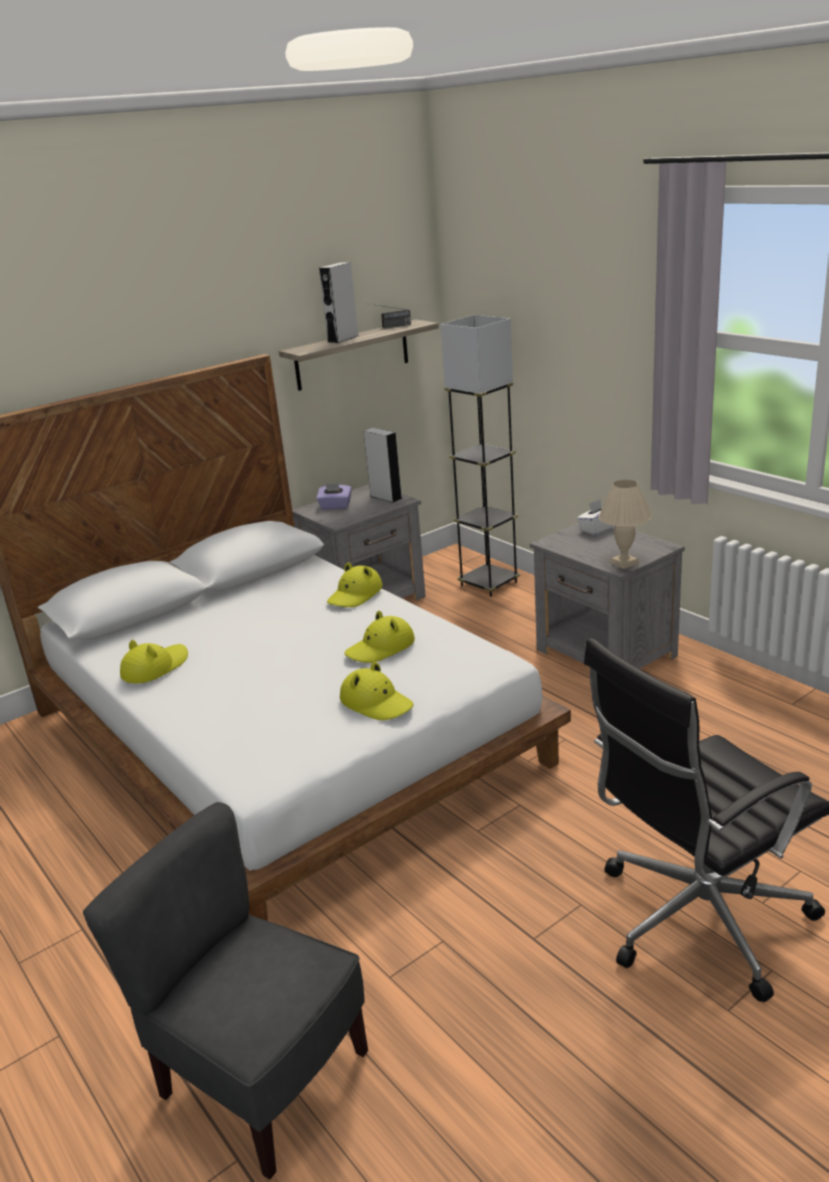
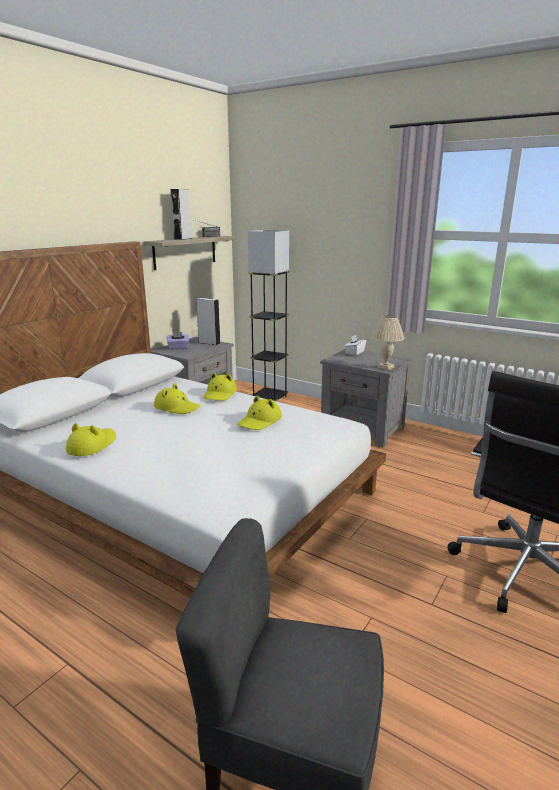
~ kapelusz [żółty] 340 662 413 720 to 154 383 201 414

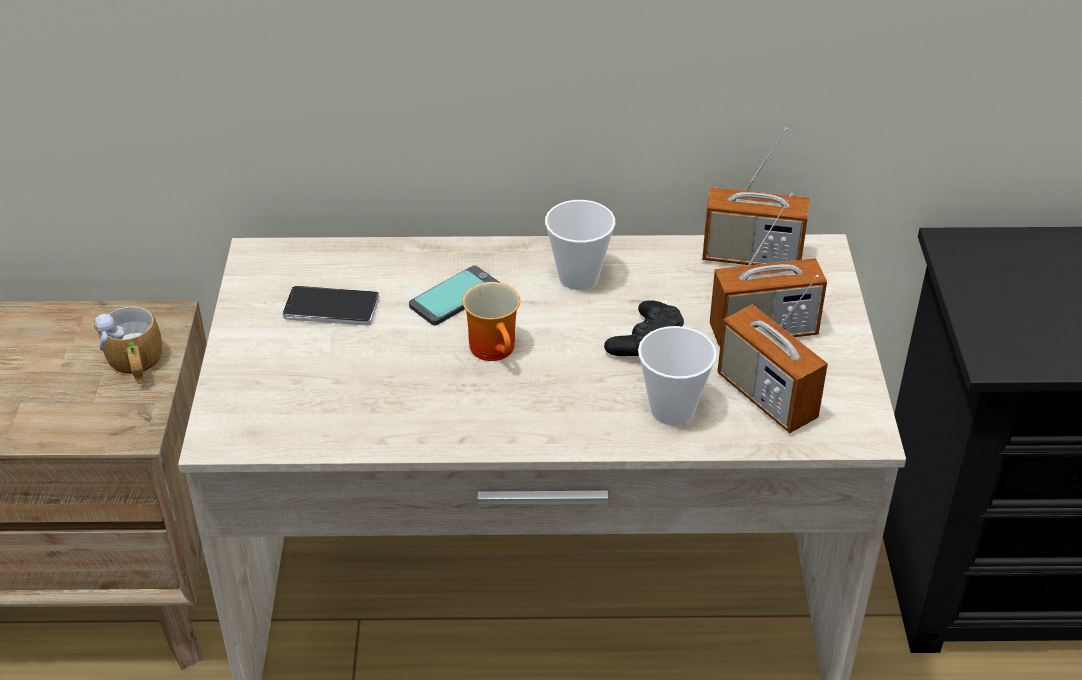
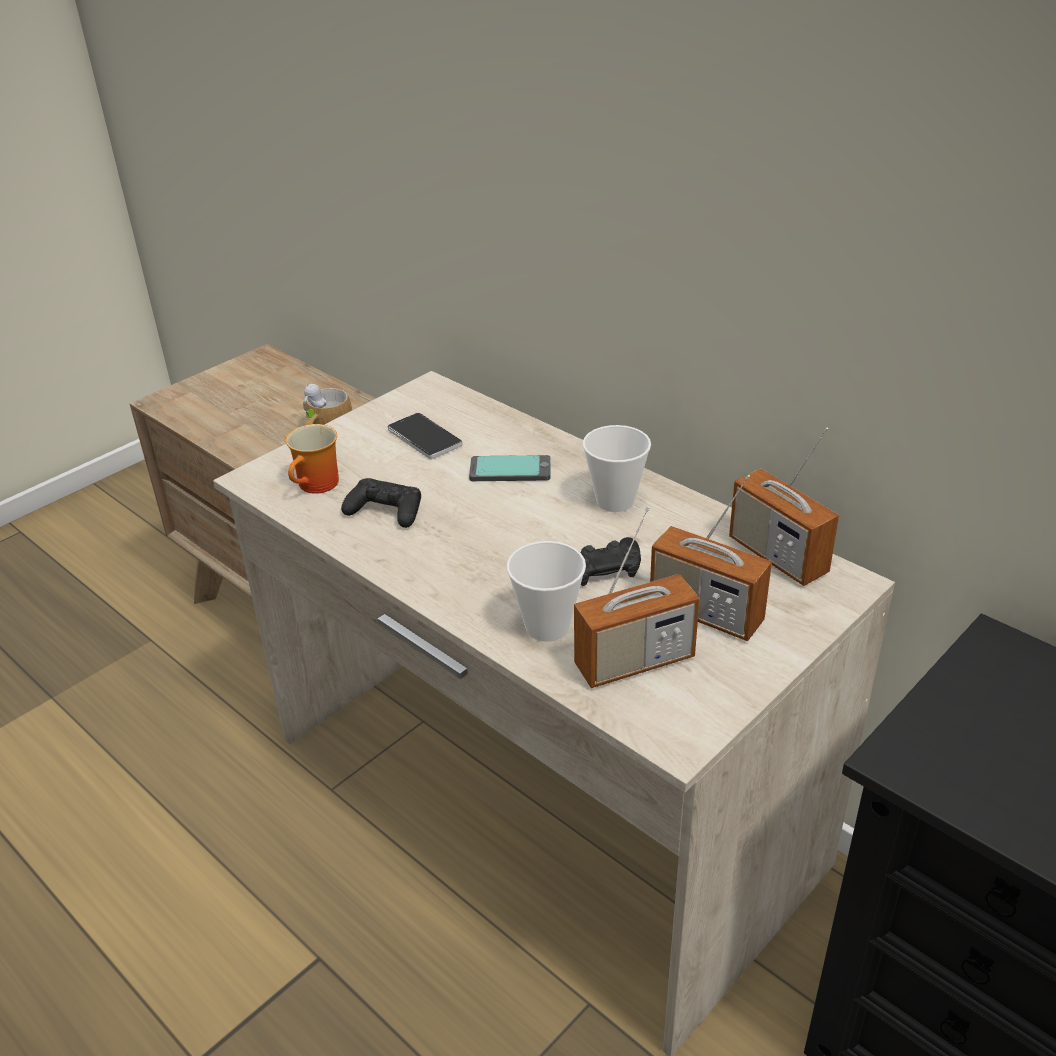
+ pad do gier [czarny] 341 478 421 528
~ kubek 462 282 520 361 to 286 424 339 494
~ radio 717 275 828 433 = 574 507 700 688 120 degrees counterclockwise

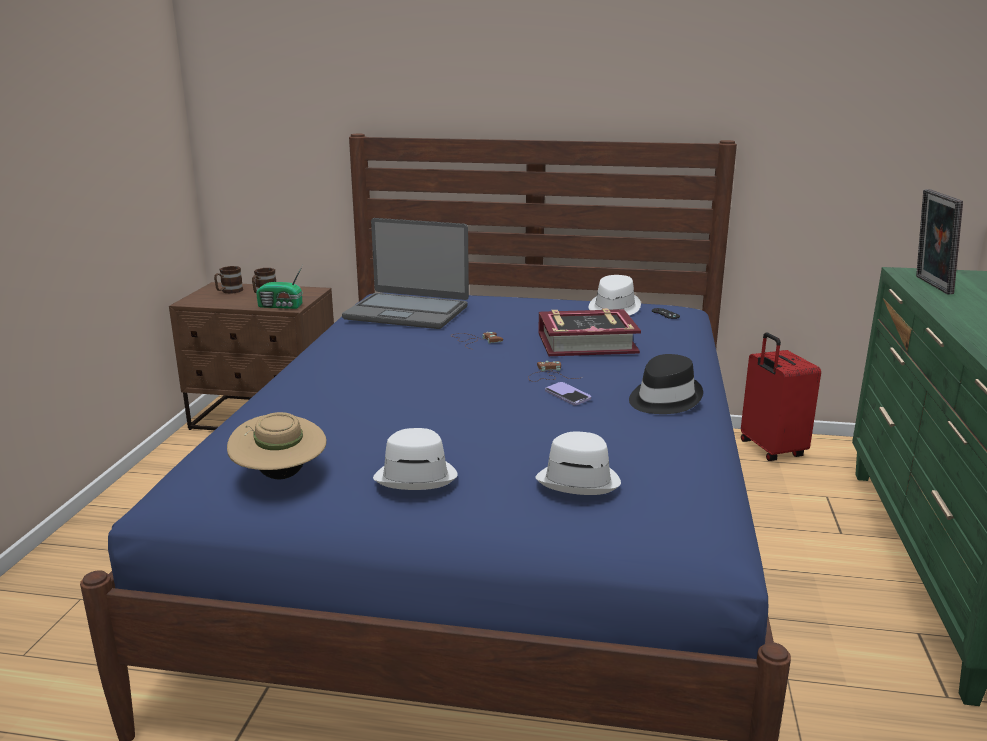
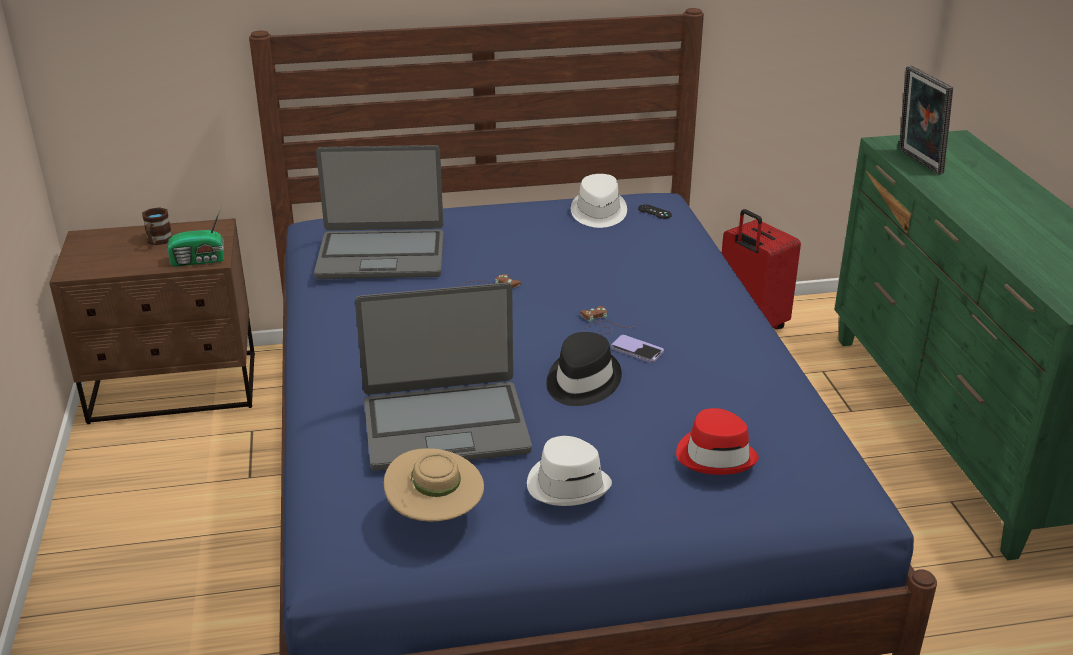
- kubek [brązowy] 214 266 243 294
- książka 538 308 641 356
+ laptop 355 283 532 471
~ kapelusz [czarny] 629 354 703 414 to 546 332 622 406
~ kapelusz [biały] 536 431 621 495 to kapelusz [czerwony] 676 408 759 475

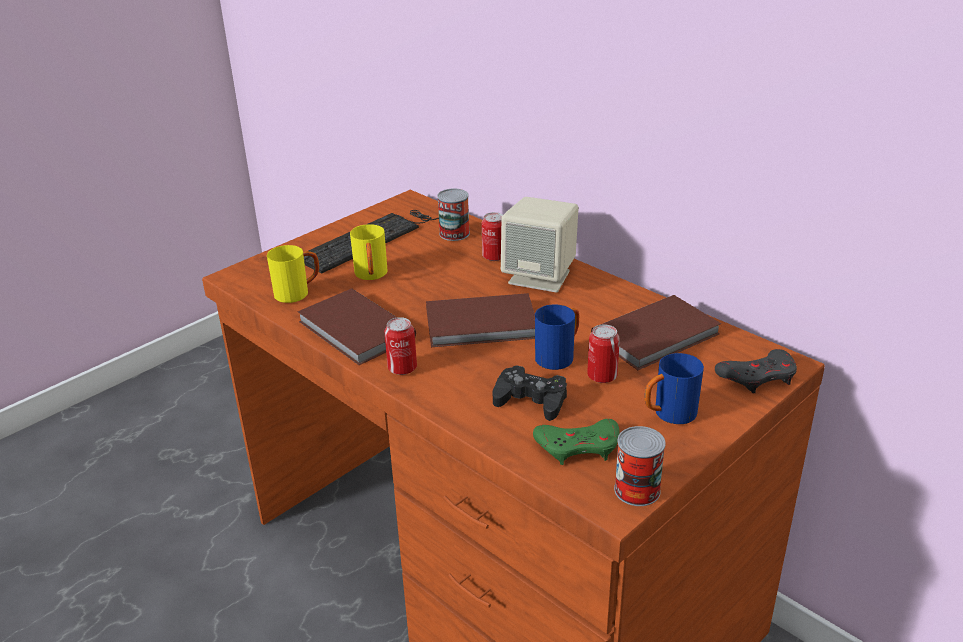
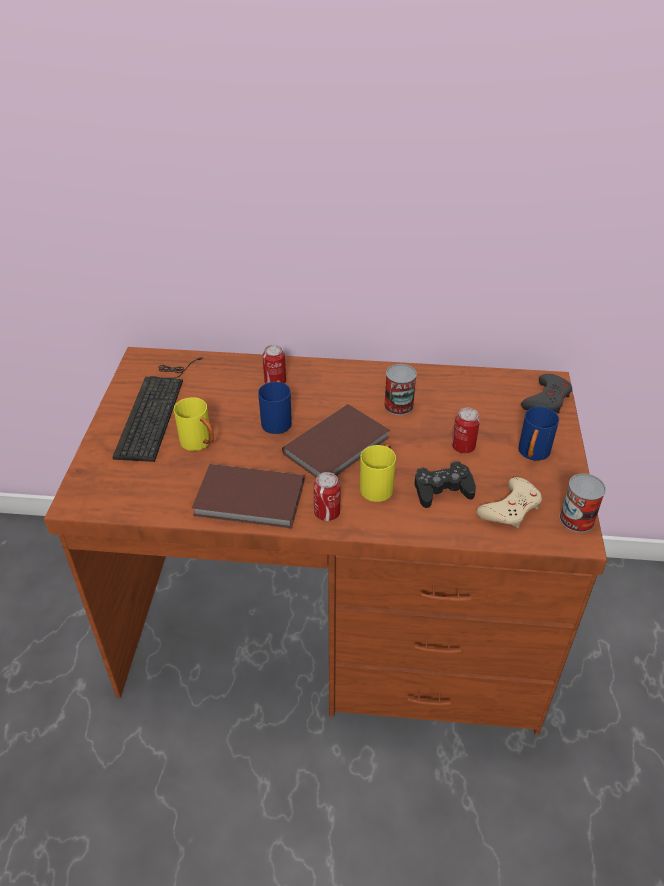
- głośnik [beżowy] 501 197 579 293
- książka [brązowy] 591 295 721 370
~ kubek [żółty] 267 245 319 303 to 360 444 396 502
~ puszka 437 189 470 241 to 384 364 417 415
~ kubek [niebieski] 535 304 579 370 to 258 380 292 434
~ pad do gier [zielony] 533 419 619 465 to pad do gier [beżowy] 477 477 542 528

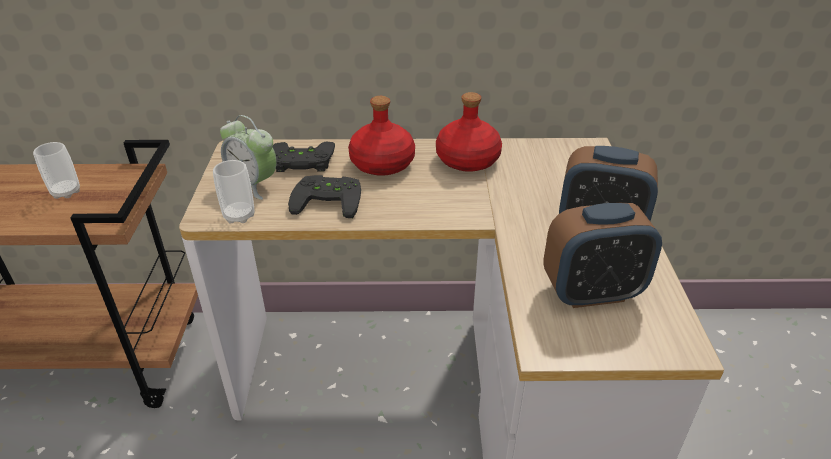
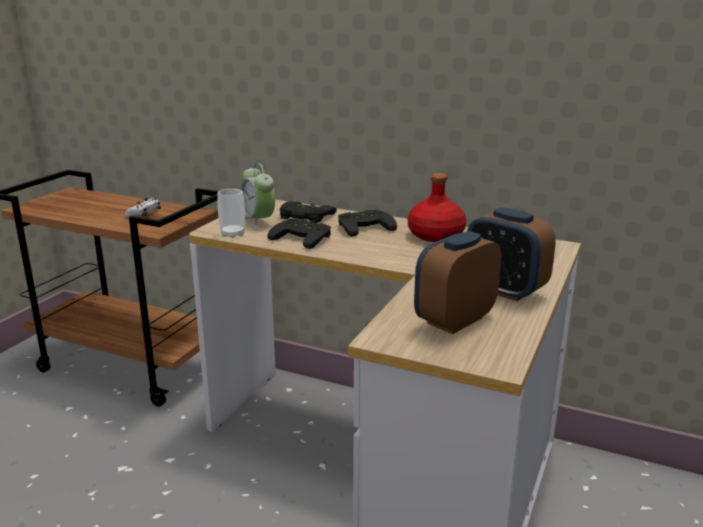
~ filiżanka 33 142 80 199 to pad do gier [biały] 125 198 161 217
~ butelka [czerwony] 348 96 415 176 to pad do gier [czarny] 338 210 397 237
~ budzik 543 203 662 308 = 414 231 501 334 120 degrees clockwise

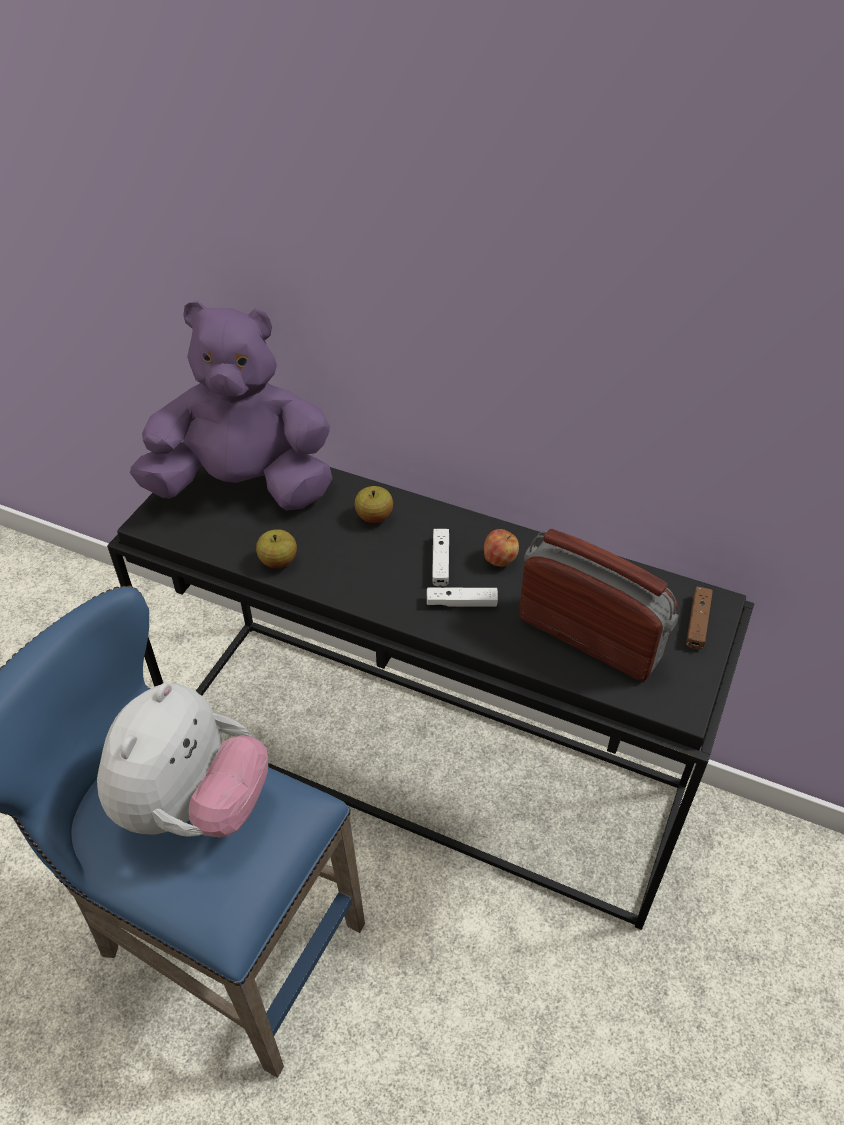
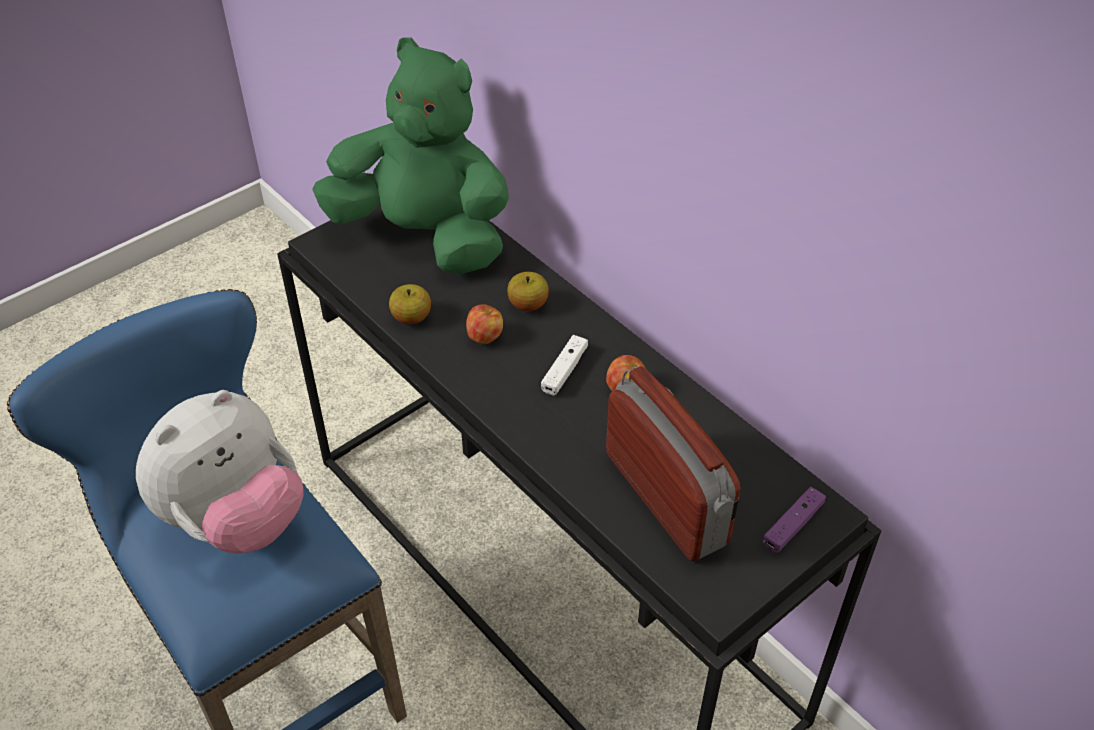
- pad do gier [biały] 427 587 498 607
+ jabłko 466 304 503 344
~ pluszak [fioletowy] 130 301 333 510 to pluszak [zielony] 313 37 509 274
~ pad do gier [brązowy] 686 586 713 649 to pad do gier [fioletowy] 763 487 826 553

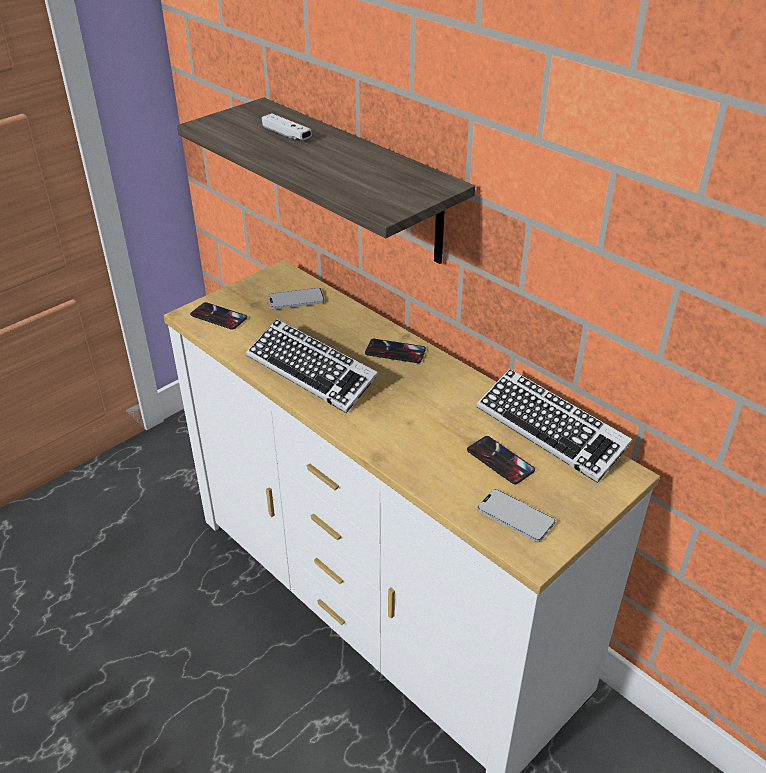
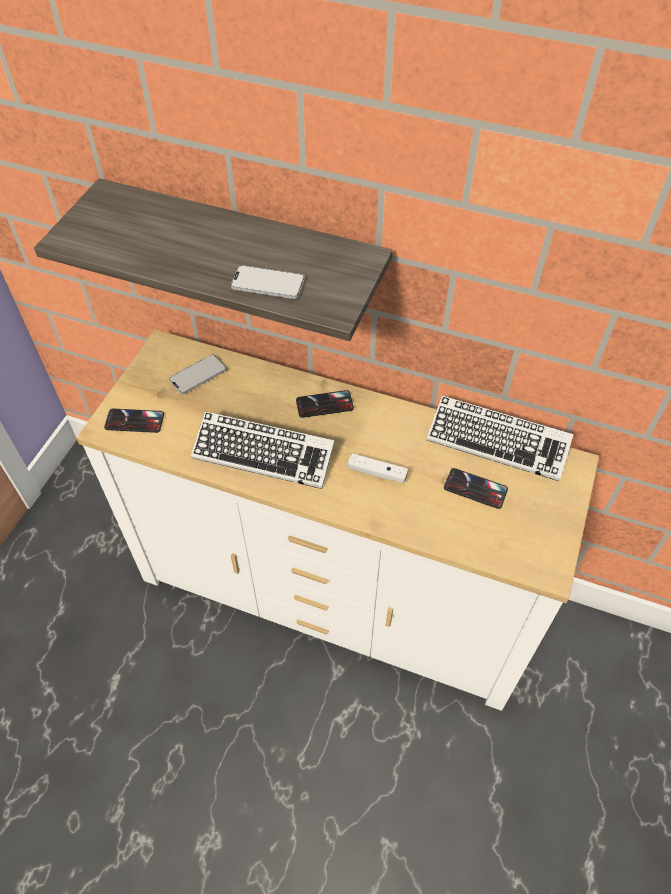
~ pad do gier [biały] 262 113 312 140 to 348 453 408 483
~ telefon 477 489 556 542 to 231 265 305 299

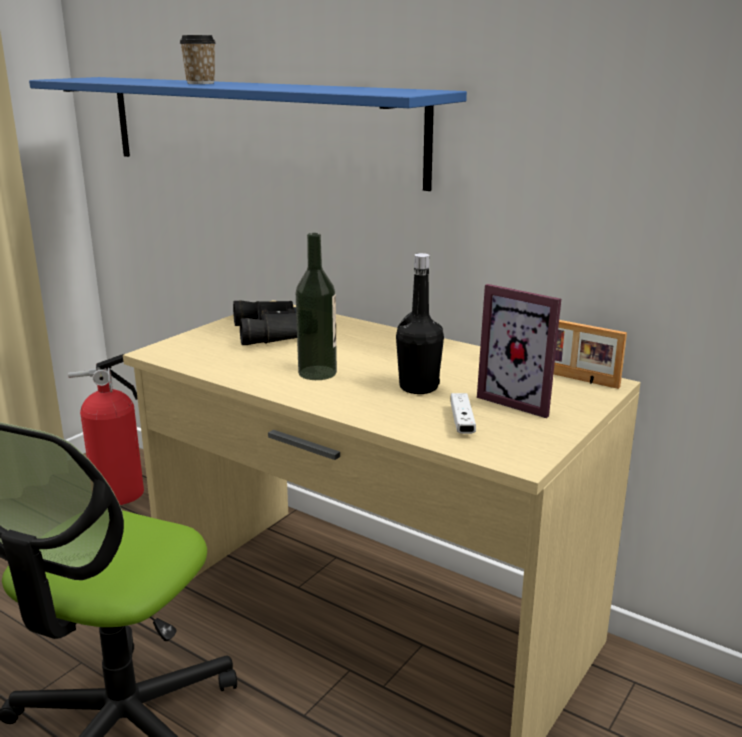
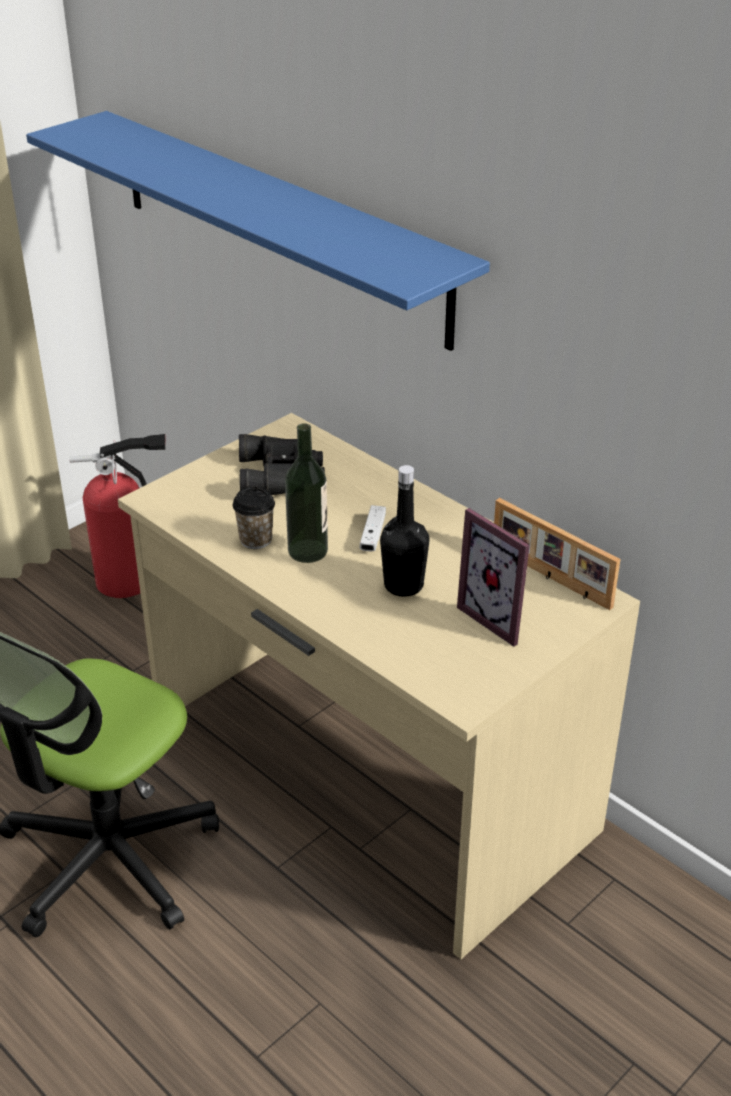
~ filiżanka 180 35 216 84 to 233 487 275 549
~ pad do gier [biały] 451 393 476 434 to 359 505 386 551

